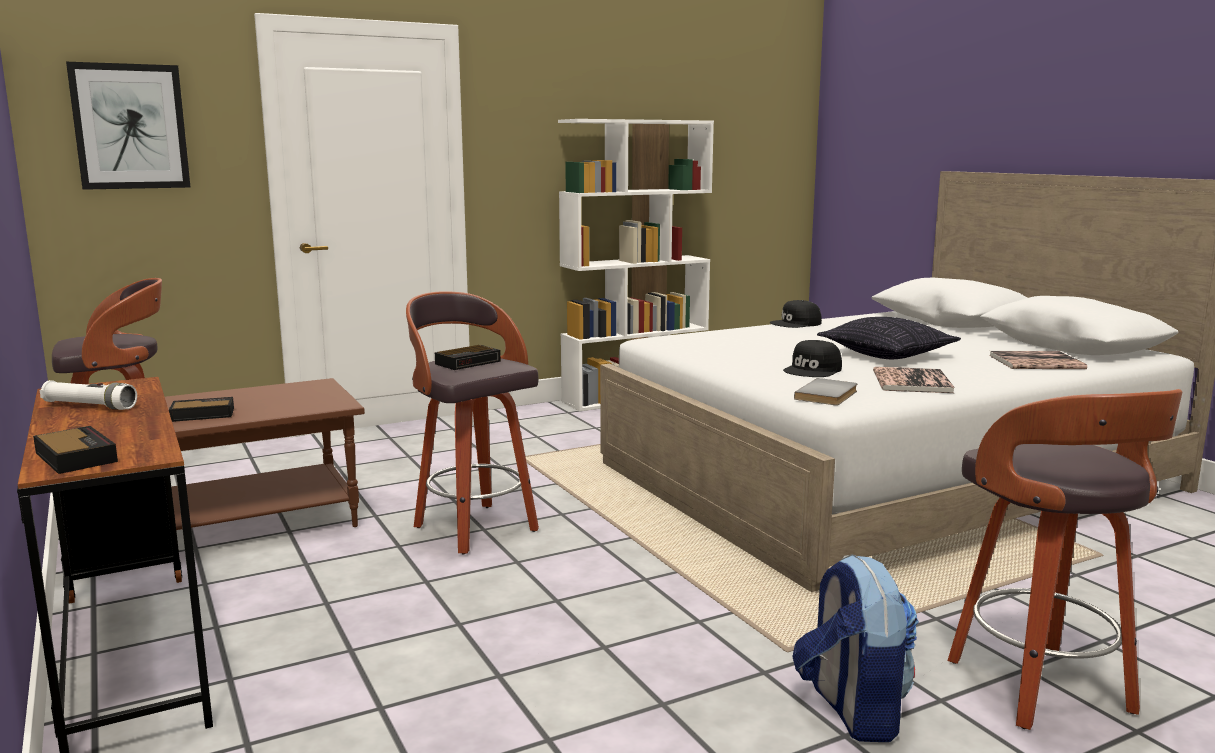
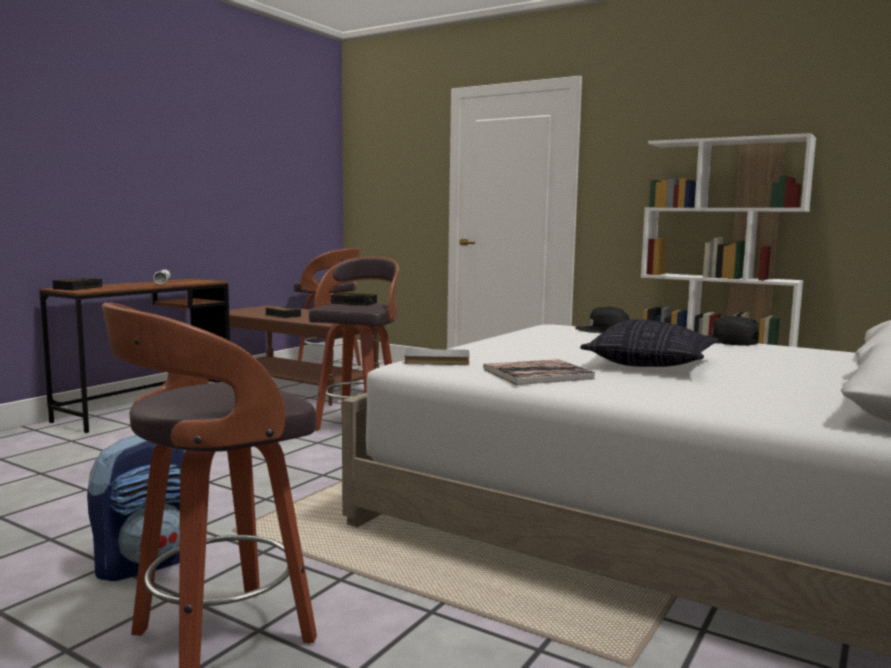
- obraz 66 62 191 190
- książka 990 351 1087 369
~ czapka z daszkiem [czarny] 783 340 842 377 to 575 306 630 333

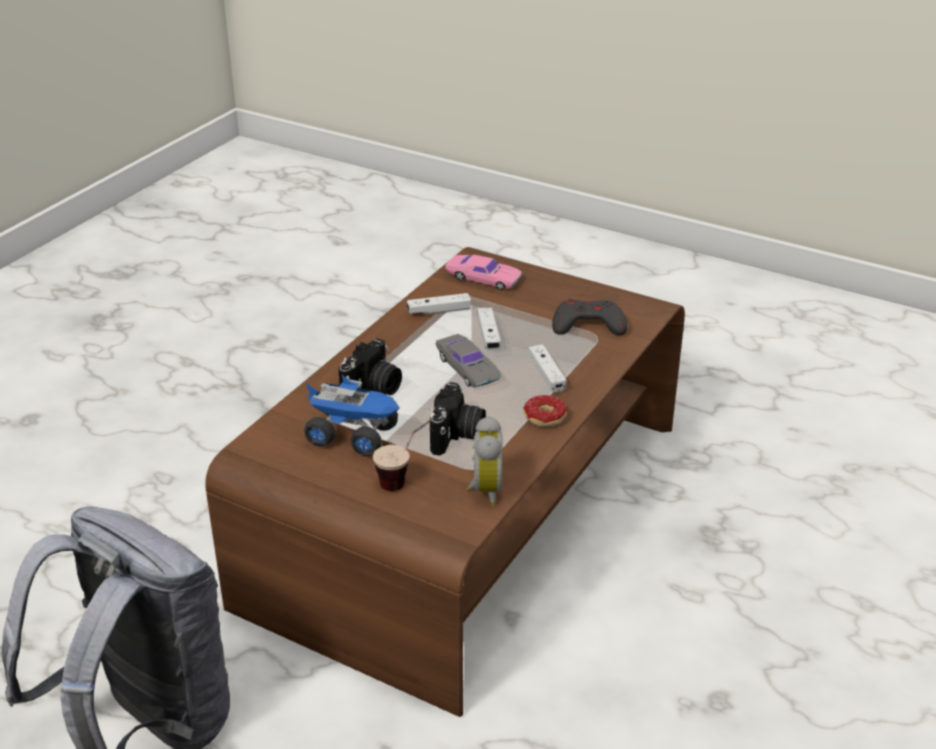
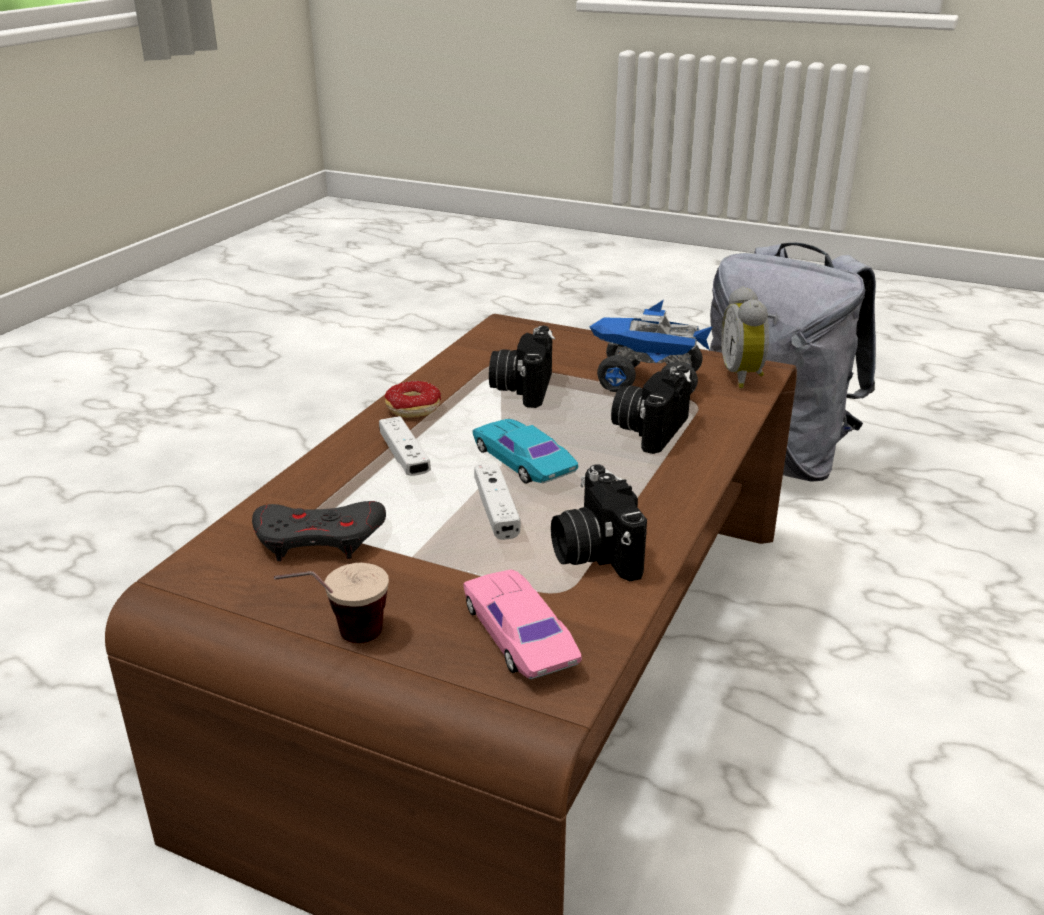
~ filiżanka 373 419 432 491 to 274 563 389 643
~ budzik 467 416 502 506 to 721 286 769 388
~ pad do gier [biały] 407 293 471 315 to aparat fotograficzny 551 464 647 581
~ samochodzik [szary] 436 334 501 387 to samochodzik [turkusowy] 472 419 578 484
~ samochodzik [różowy] 445 255 522 290 = 463 570 582 679 45 degrees clockwise

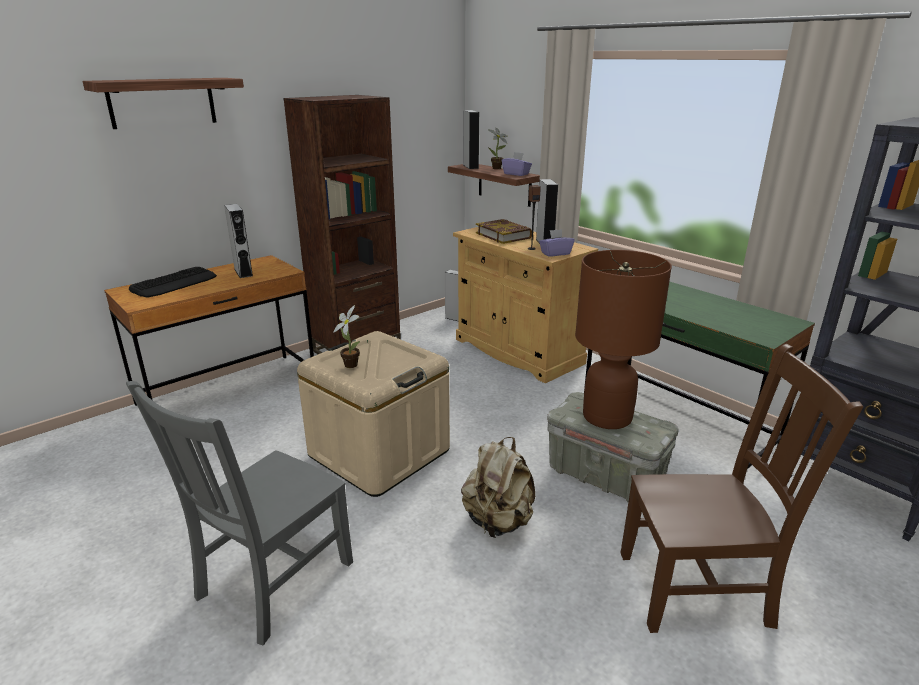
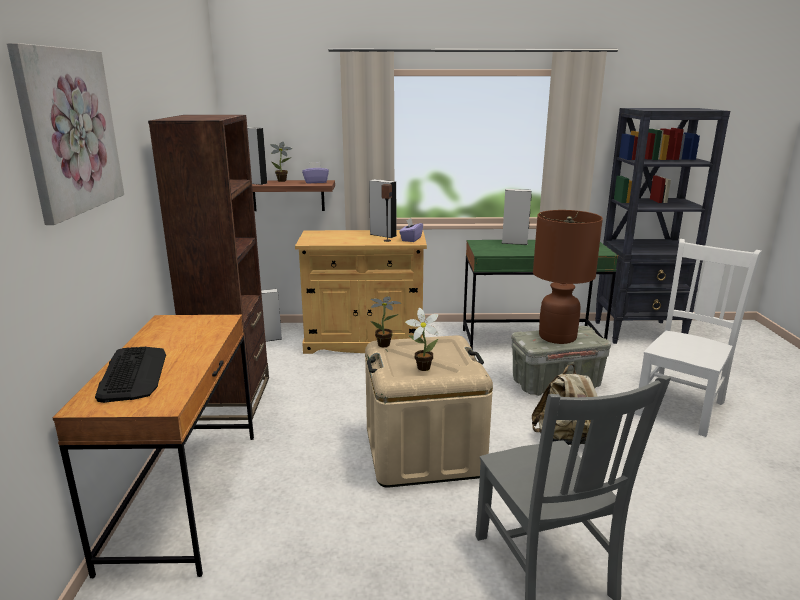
- książka 476 219 532 244
+ roślina doniczkowa 371 296 401 347
~ głośnik [szary] 224 204 253 278 to 501 189 532 245
~ półka 82 78 244 129 to obraz 7 43 124 225
~ krzesło [brązowy] 621 344 863 633 to krzesło [biały] 634 239 762 437

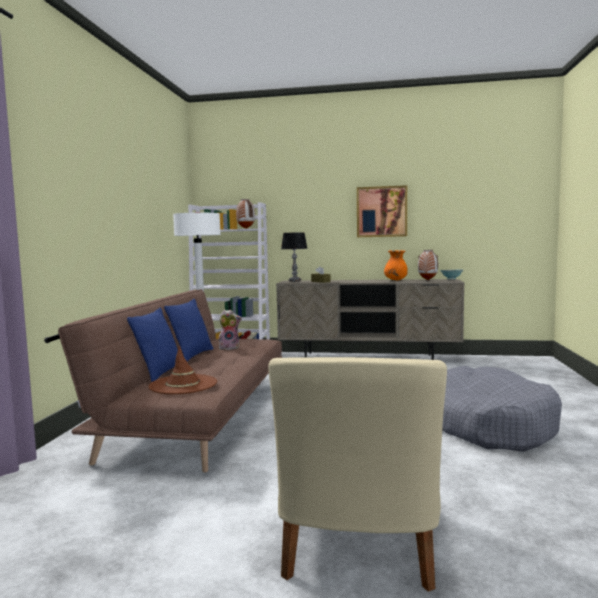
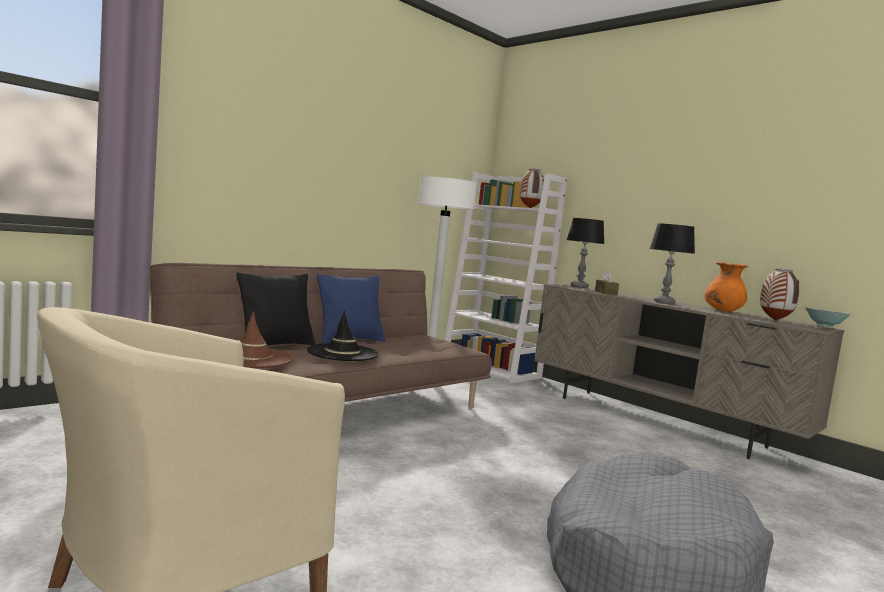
- pluszak 219 310 242 350
- obraz 357 185 407 237
+ kapelusz [czarny] 307 310 378 361
+ lampa stołowa 650 223 695 304
~ poduszka [niebieski] 127 308 178 382 to poduszka [czarny] 236 272 316 345

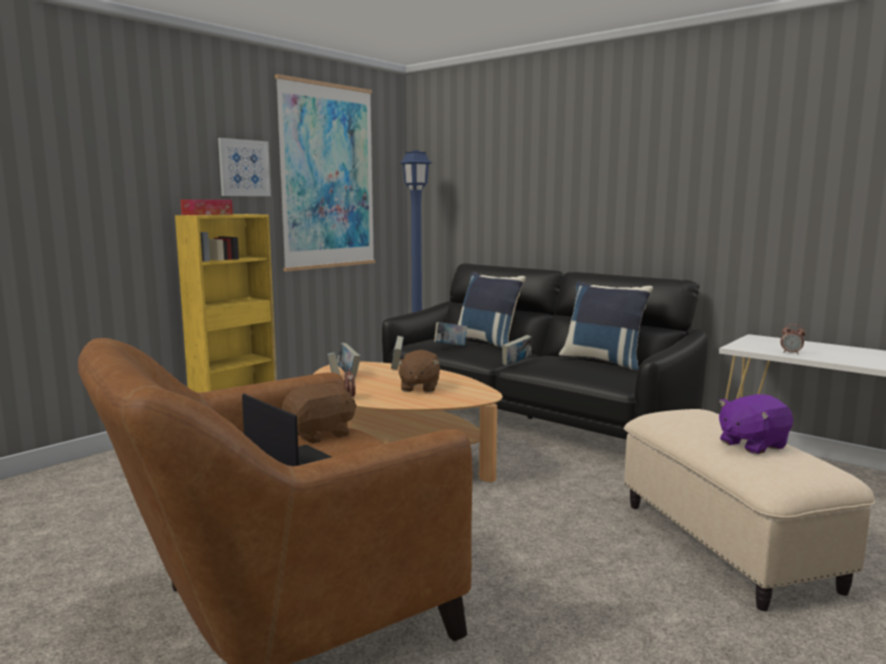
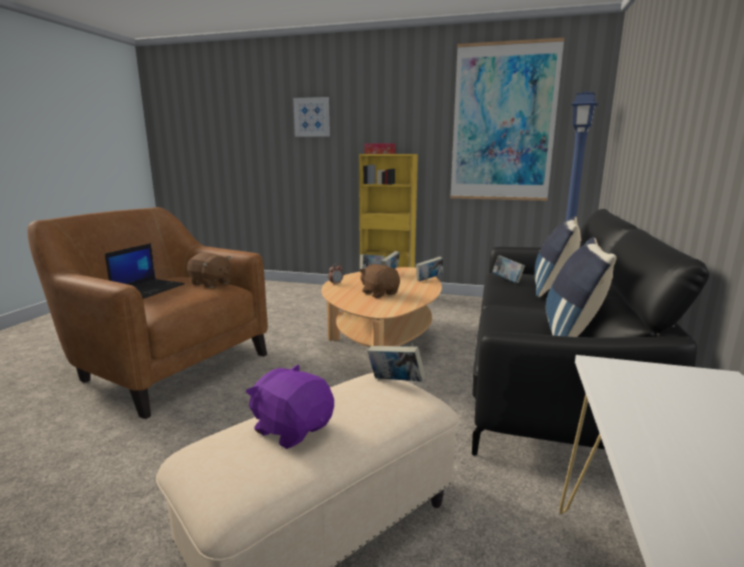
- budzik 780 324 805 354
~ obraz 218 138 271 196 to 293 97 330 137
~ książka 502 335 532 366 to 367 346 426 382
~ pluszak [brązowy] 396 350 440 392 = 359 264 400 298 75 degrees clockwise

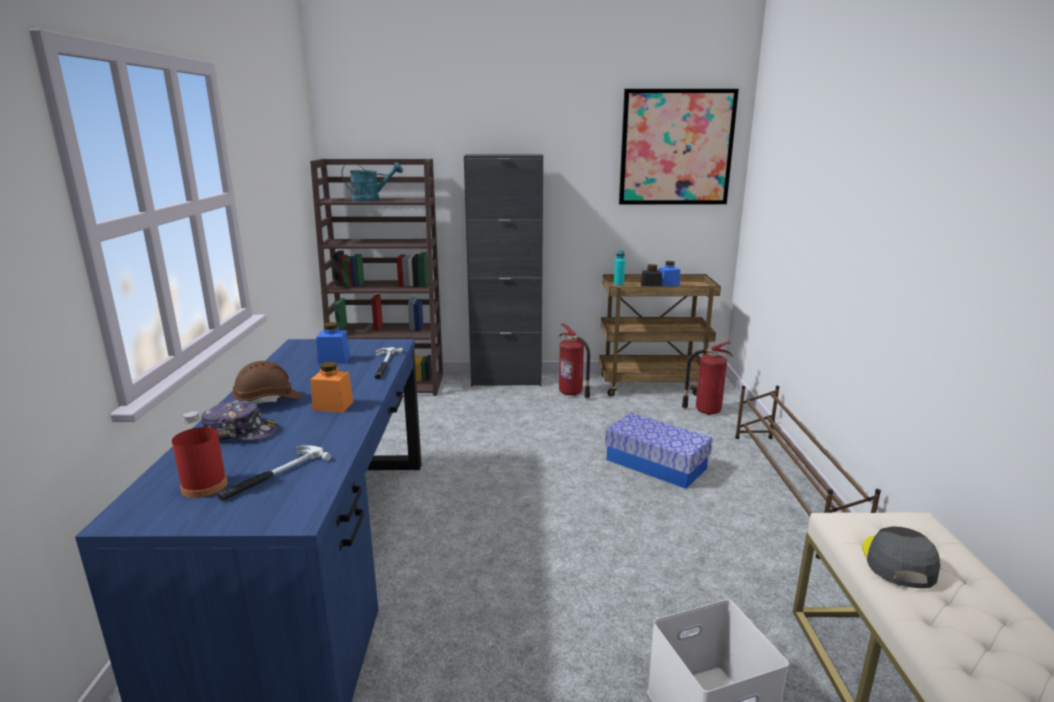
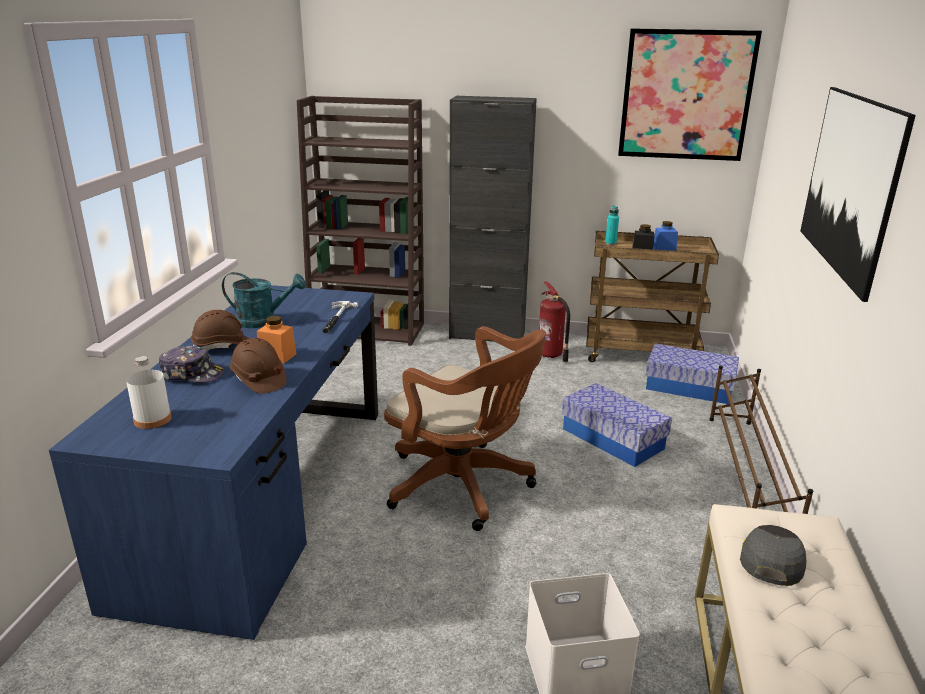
- młotek 217 445 331 501
- słoik [niebieski] 316 322 350 364
+ kask [brązowy] 229 338 287 394
+ krzesło biurowe [brązowy] 384 326 546 531
+ obraz 800 87 916 302
~ konewka [turkusowy] 342 162 403 202 to 222 272 306 328
~ gaśnica 682 341 733 415 to pojemnik do przechowywania 646 344 739 404
~ butelka [czerwony] 172 411 227 498 to butelka [biały] 126 356 172 429

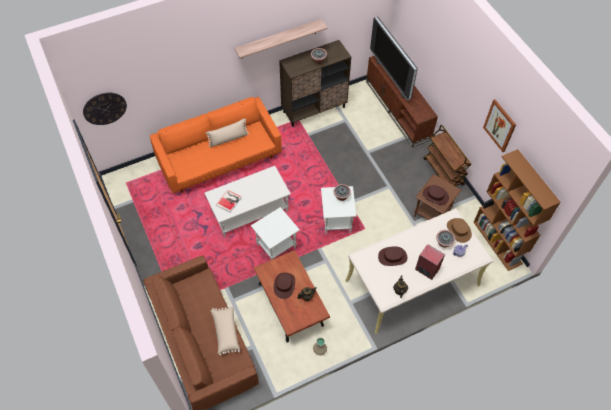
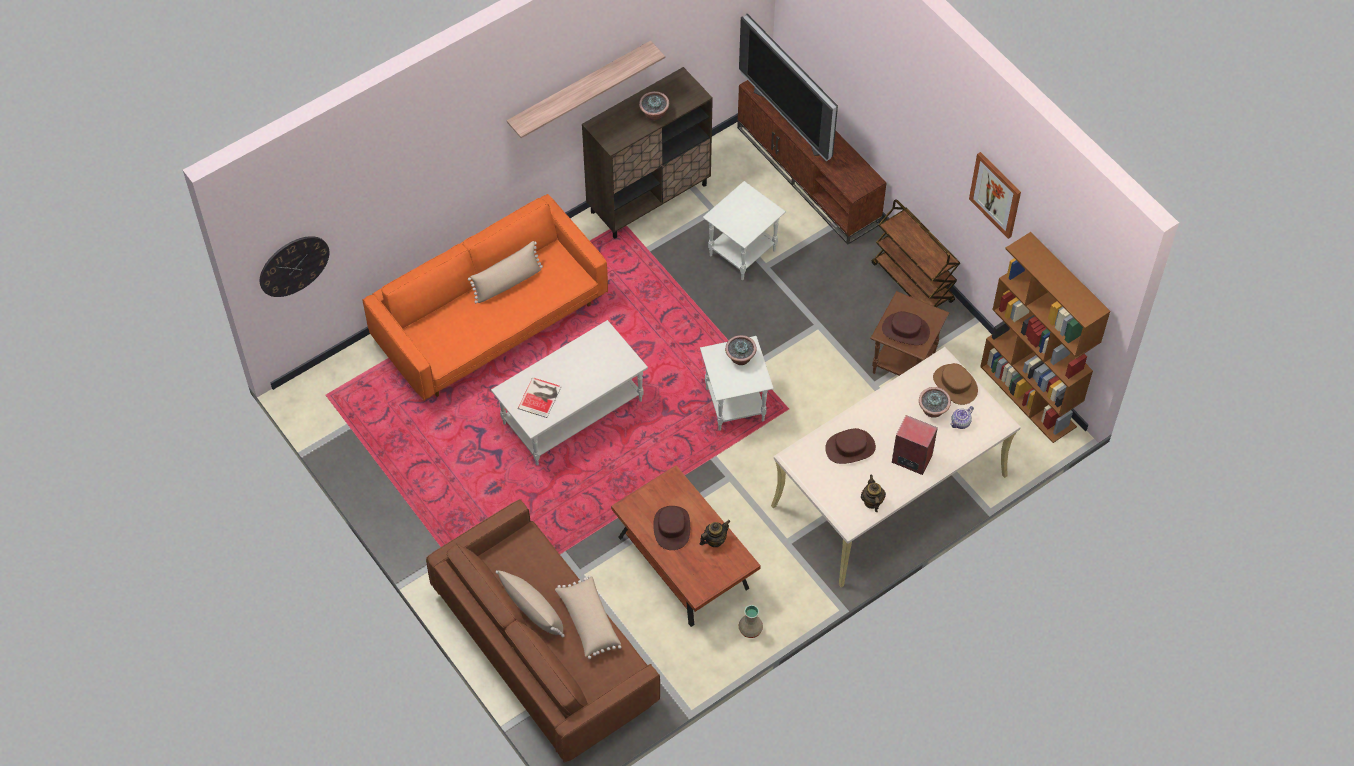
+ poduszka [beżowy] 496 570 565 637
~ stolik [biały] 251 207 300 260 to 703 181 786 280

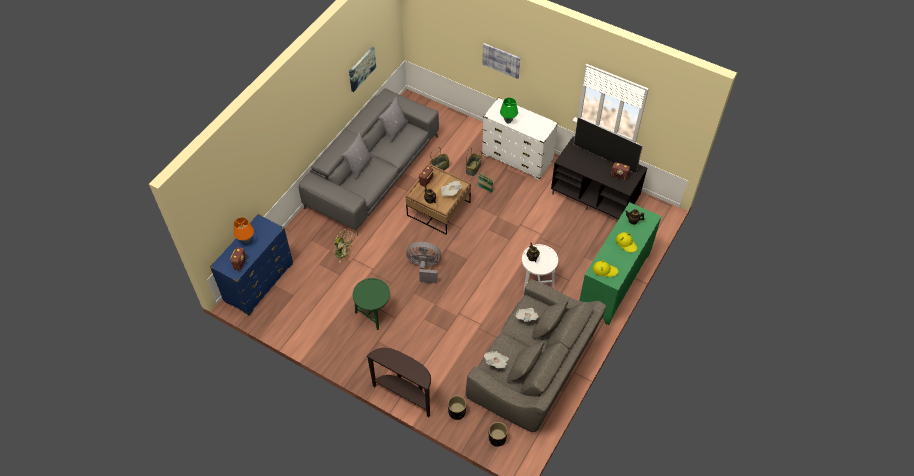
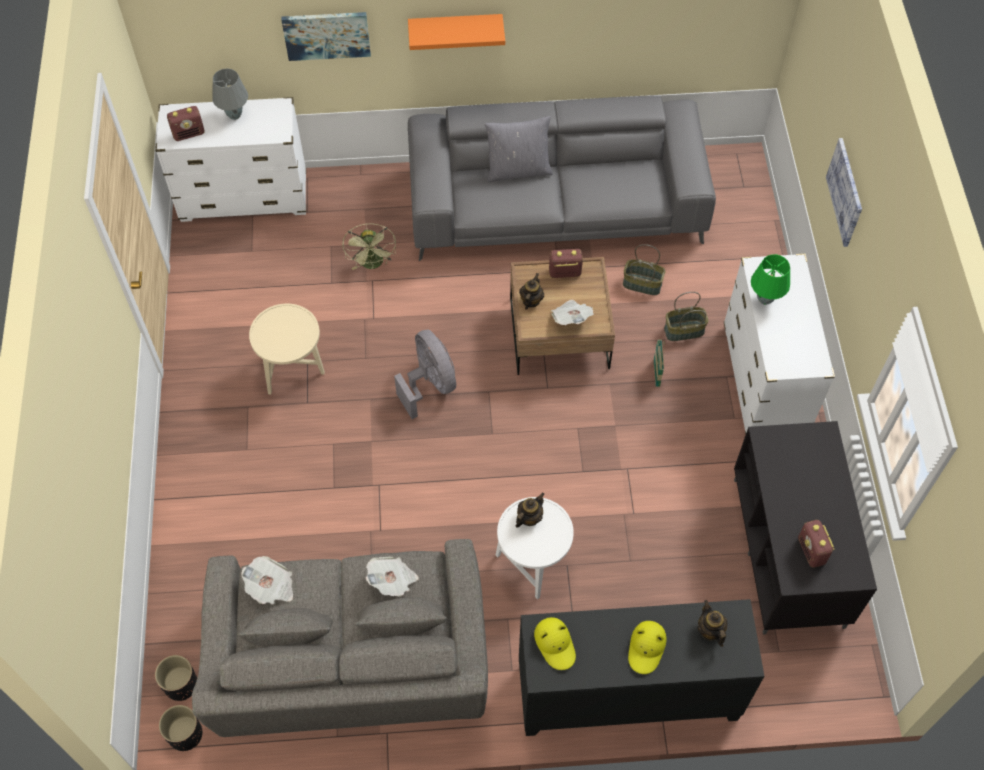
- stolik konsolowy [brązowy] 366 348 431 417
- poduszka [szary] 379 97 408 143
- telewizor 574 117 643 173
+ półka [pomarańczowy] 408 14 505 50
~ obraz 349 46 376 92 to 281 12 371 61
~ donica [czarny] 448 395 466 420 to 159 705 202 751
~ komoda [niebieski] 210 214 293 315 to komoda [biały] 155 97 306 222
~ lampa stołowa [pomarańczowy] 234 217 254 243 to lampa stołowa [szary] 212 68 248 120
~ stolik [zielony] 353 278 390 330 to stolik [beżowy] 249 304 325 394
~ szafka [zielony] 579 202 662 325 to szafka [czarny] 519 599 764 736

